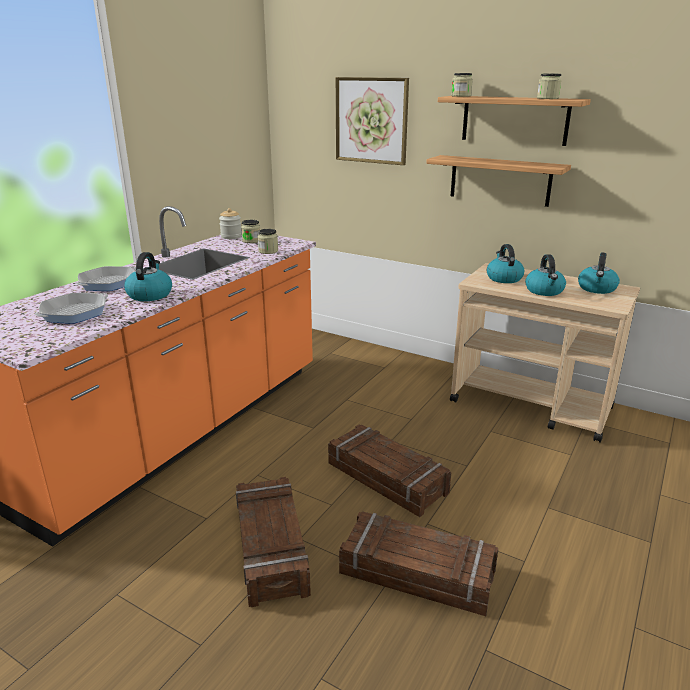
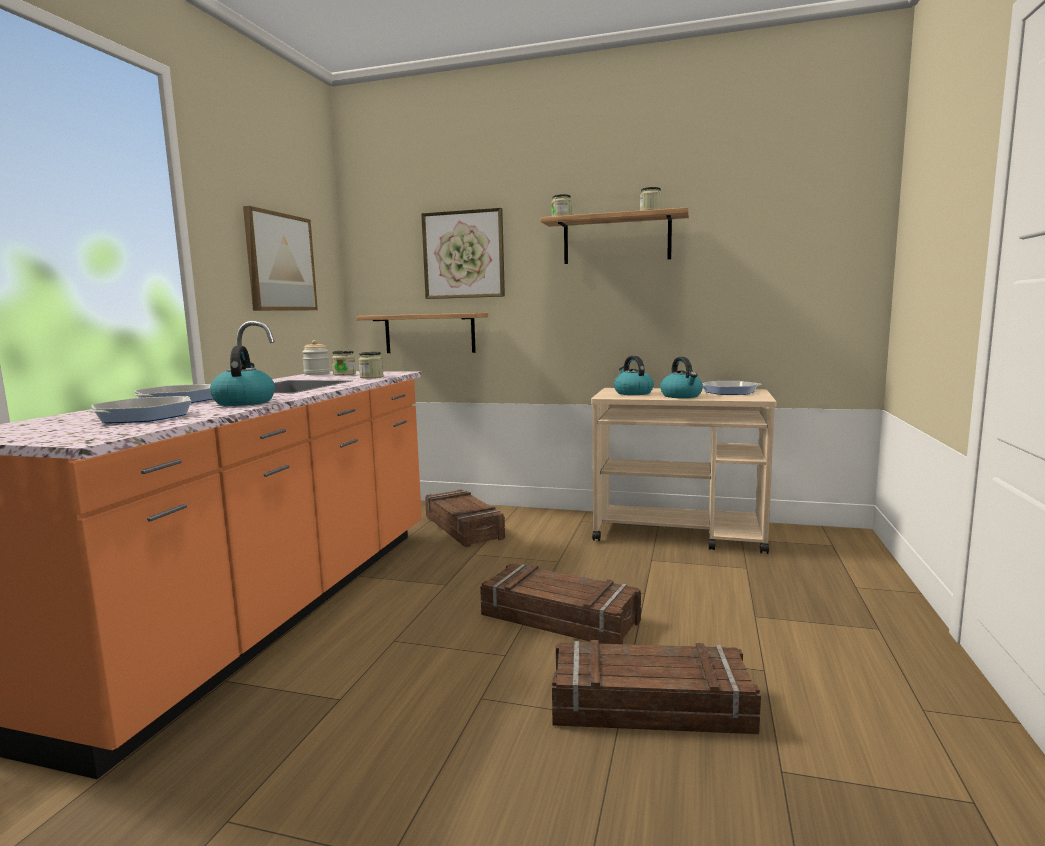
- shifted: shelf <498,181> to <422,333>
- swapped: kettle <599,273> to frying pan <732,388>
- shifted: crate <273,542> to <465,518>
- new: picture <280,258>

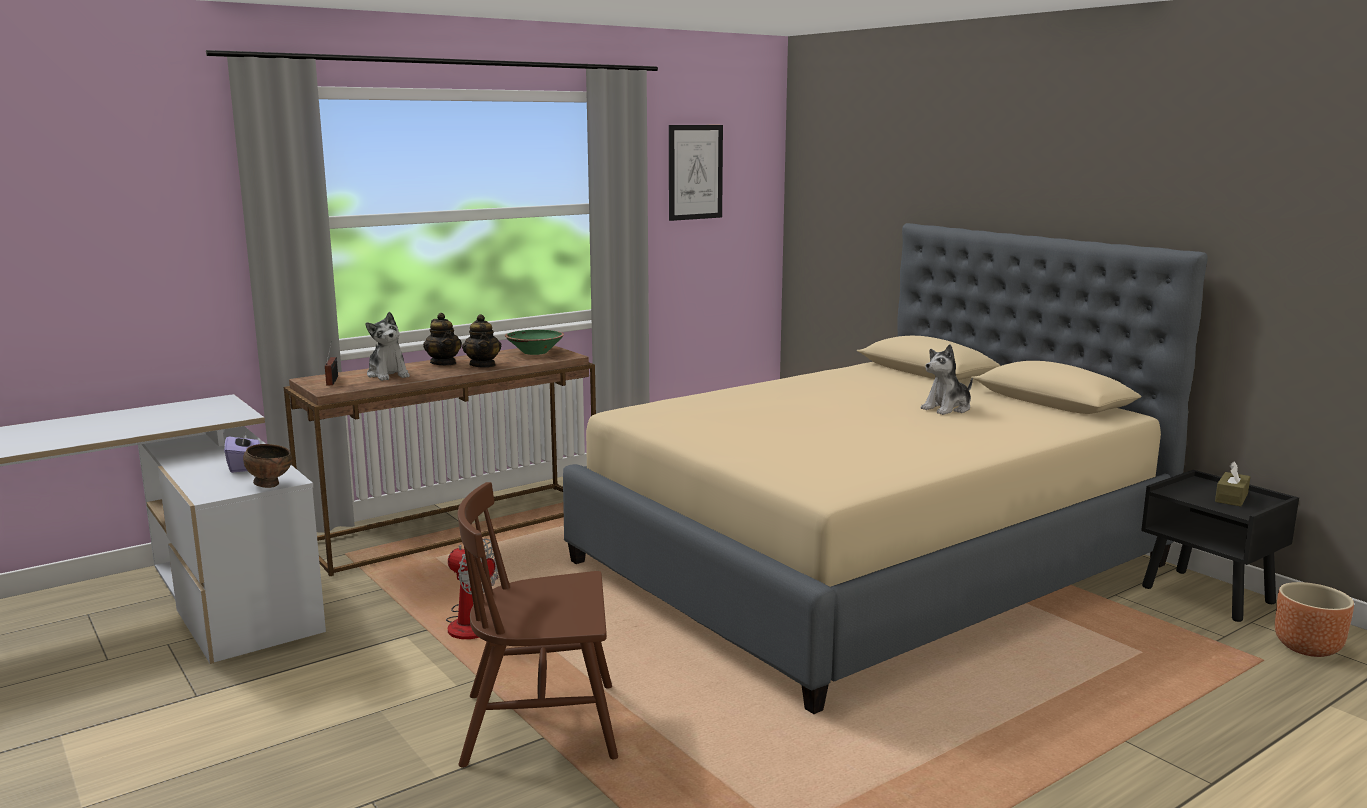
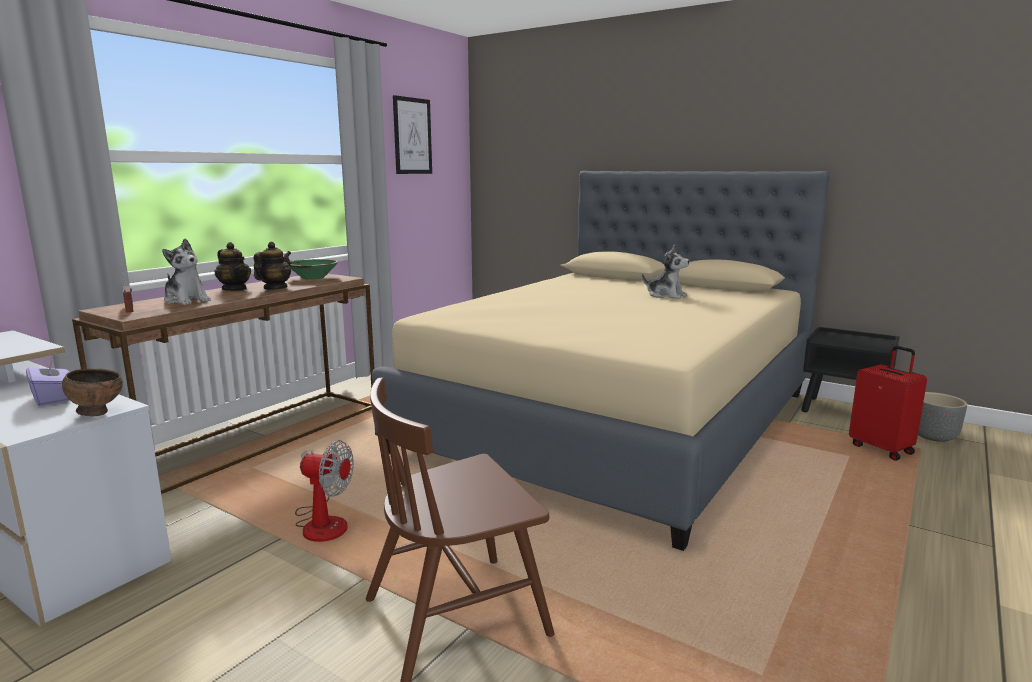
- rotated: teapot <482,341> = <272,266> 120 degrees counterclockwise
- rotated: plush toy <947,379> = <666,272> 90 degrees counterclockwise
- gone: brown tissue box <1232,483>
- repainted: brown planter <1314,619> to grey planter <942,417>
- new: red suitcase <888,403>

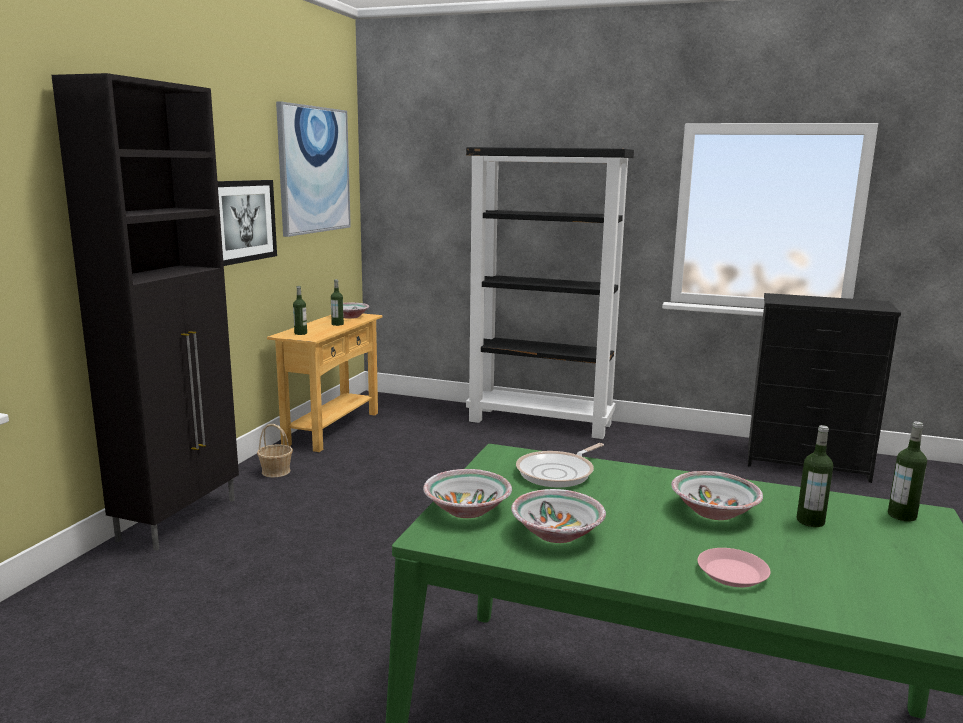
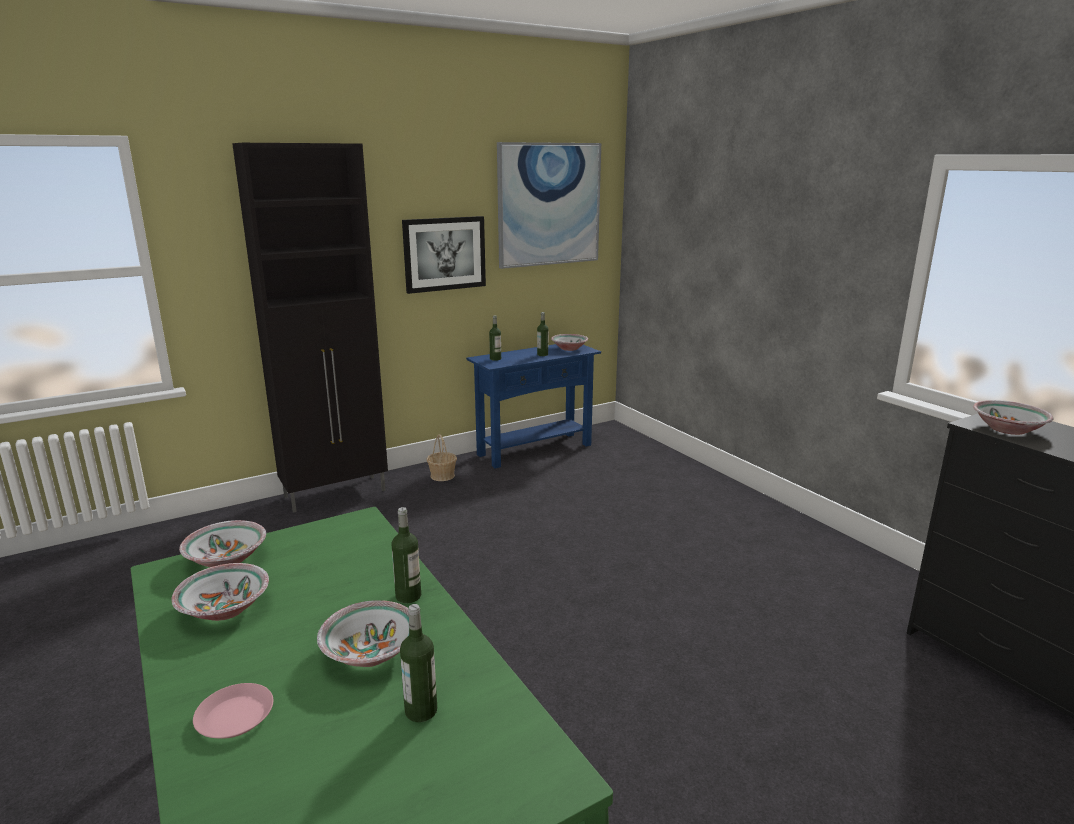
- gone: black bookcase <550,293>
- repainted: beige console table <325,383> to blue console table <533,406>
- shifted: bottle <907,472> to <406,555>
- gone: frying pan <560,465>
- new: bowl <1013,417>

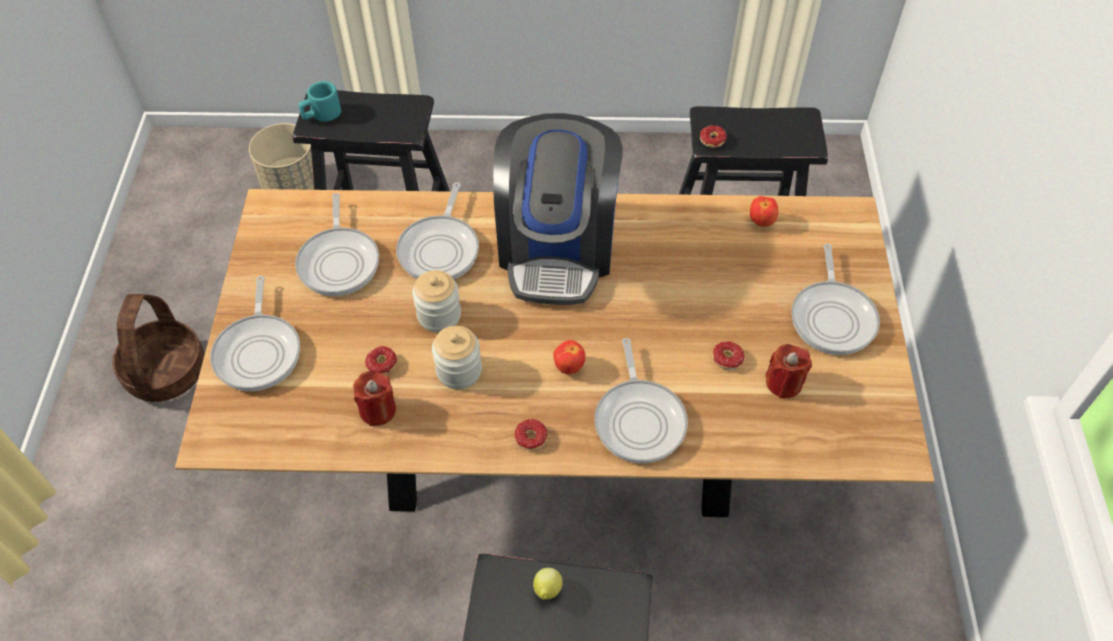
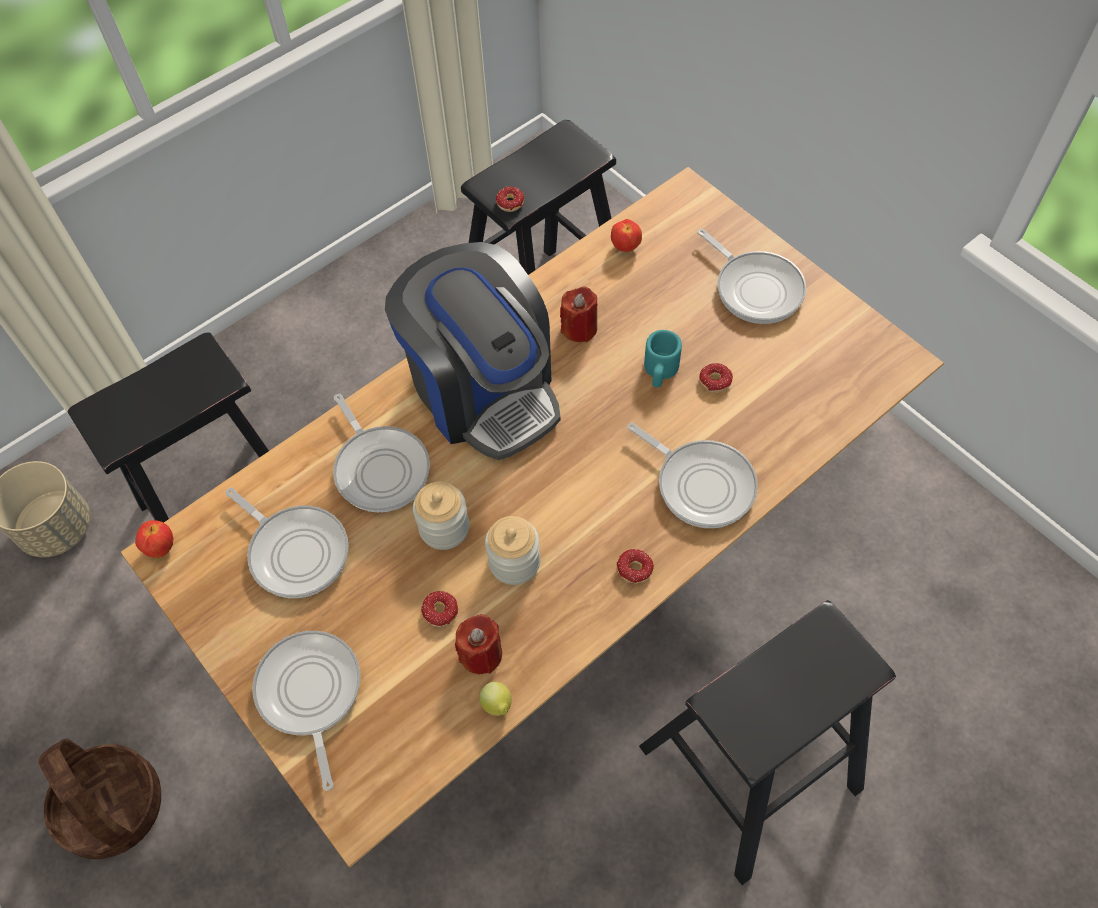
- shifted: turquoise mug <320,101> to <663,358>
- rotated: frying pan <255,333> = <306,711> 150 degrees counterclockwise
- shifted: apple <569,357> to <154,539>
- shifted: red candle <788,371> to <579,314>
- shifted: lemon <548,584> to <495,699>

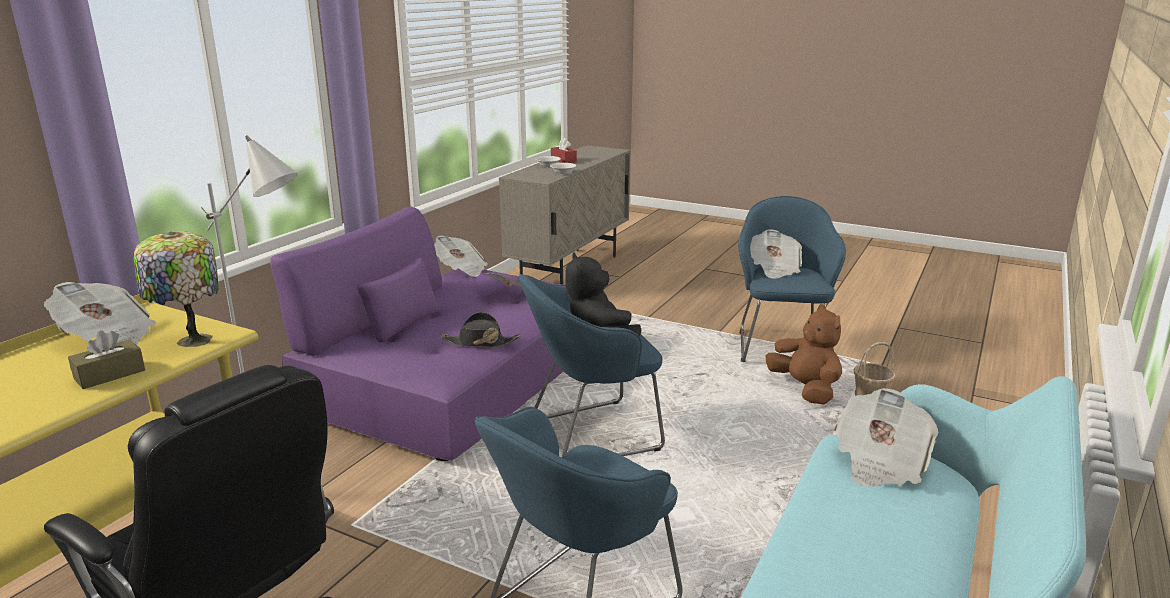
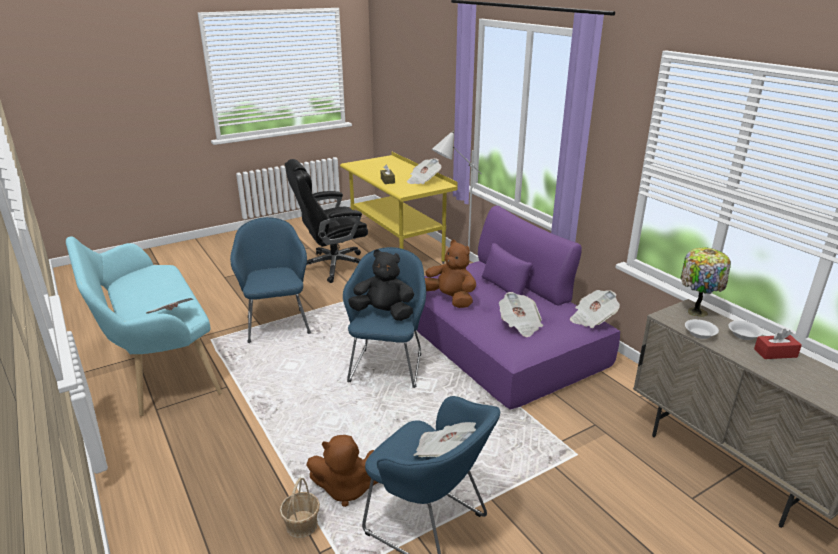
- shifted: table lamp <176,289> to <706,282>
- swapped: black hat <480,329> to brown plush toy <450,274>

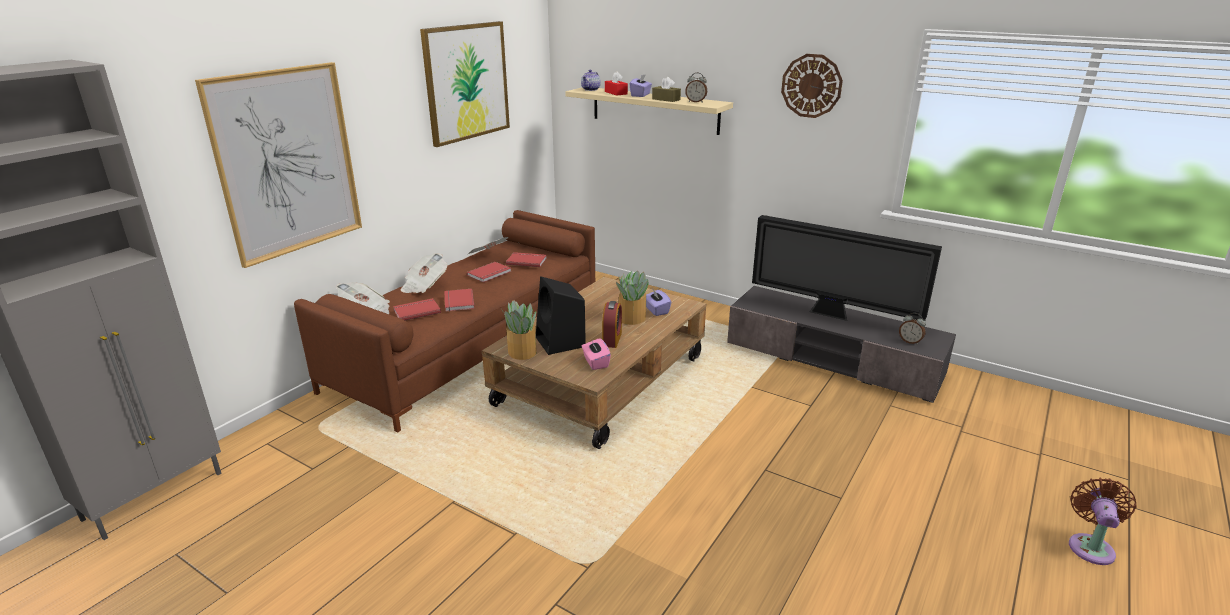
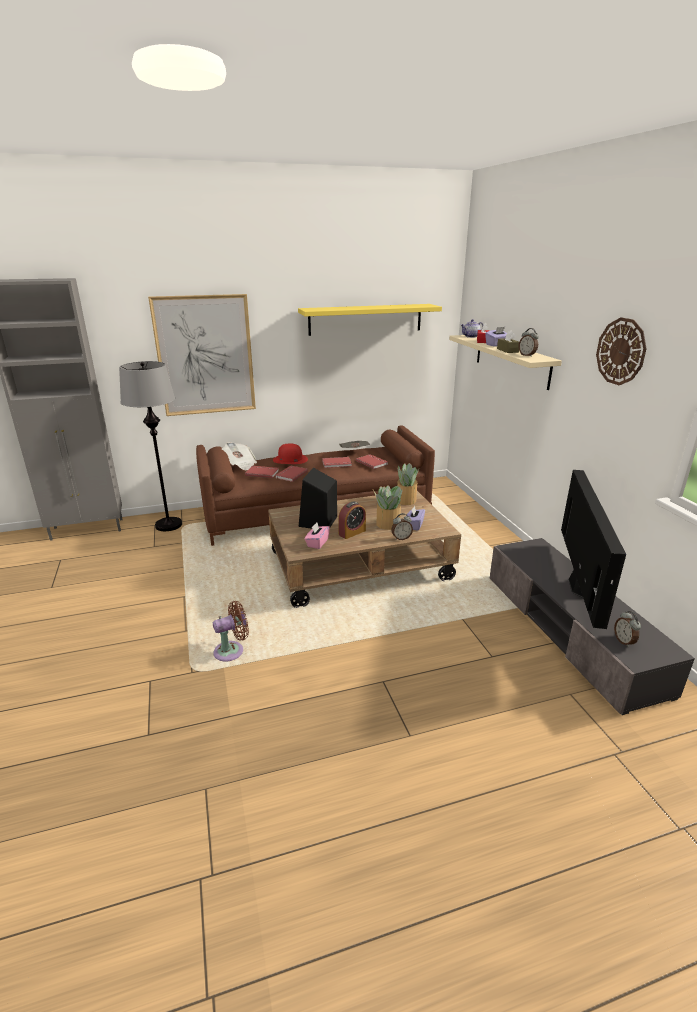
- swapped: picture <465,84> to yellow shelf <370,320>
- rotated: television <847,268> = <593,549> 150 degrees counterclockwise
- swapped: newspaper <424,273> to red hat <290,453>
- shifted: potted plant <519,330> to <408,484>
- shifted: brown fan <1103,521> to <231,631>
- new: grey floor lamp <150,446>
- new: alarm clock <402,526>

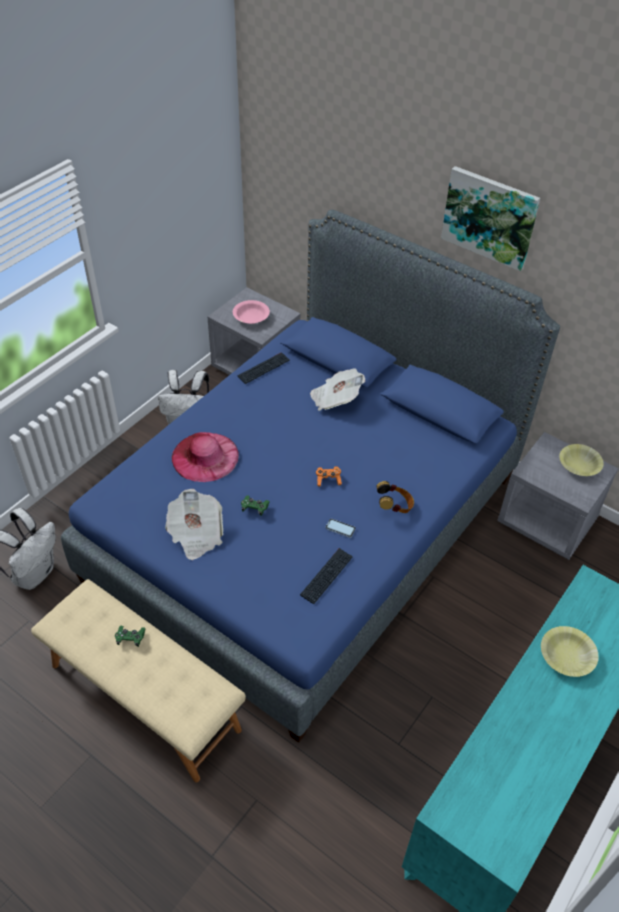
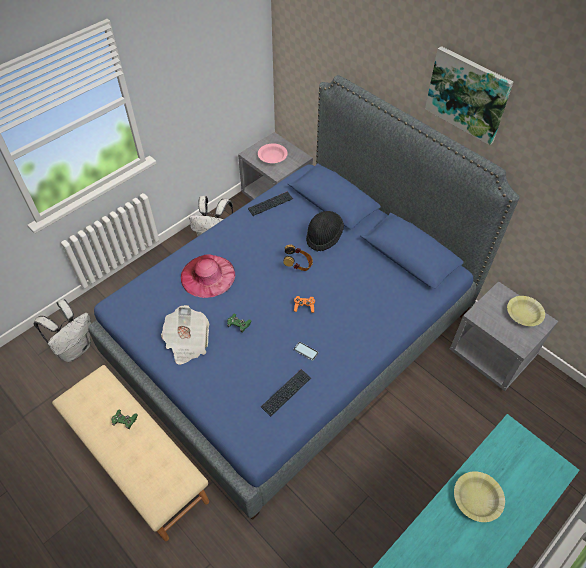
- swapped: newspaper <337,389> to black hat <325,231>
- shifted: headphones <395,497> to <298,257>

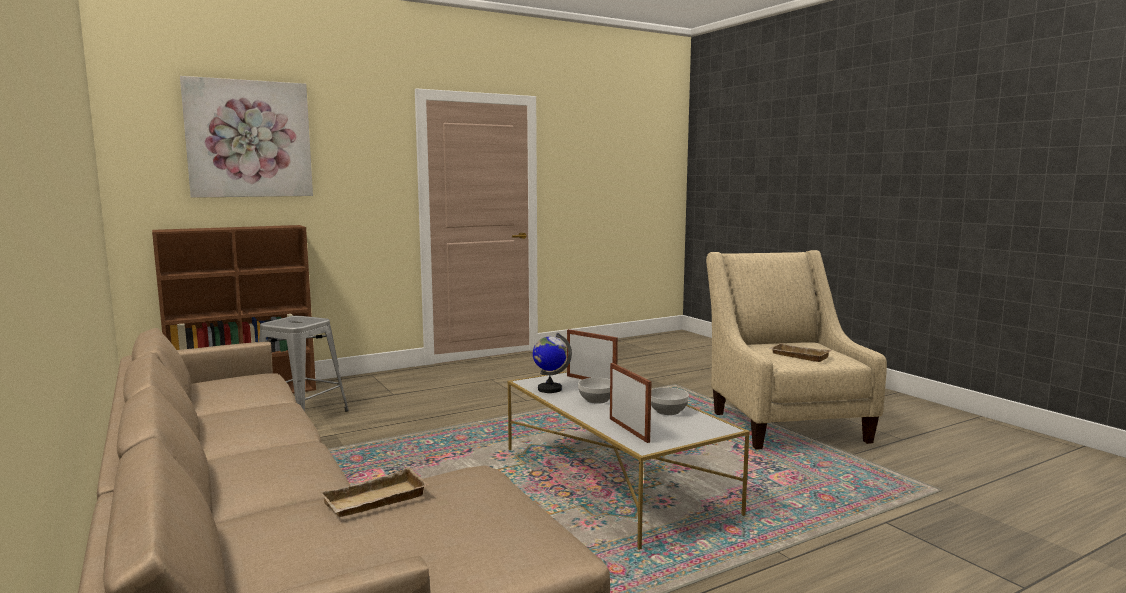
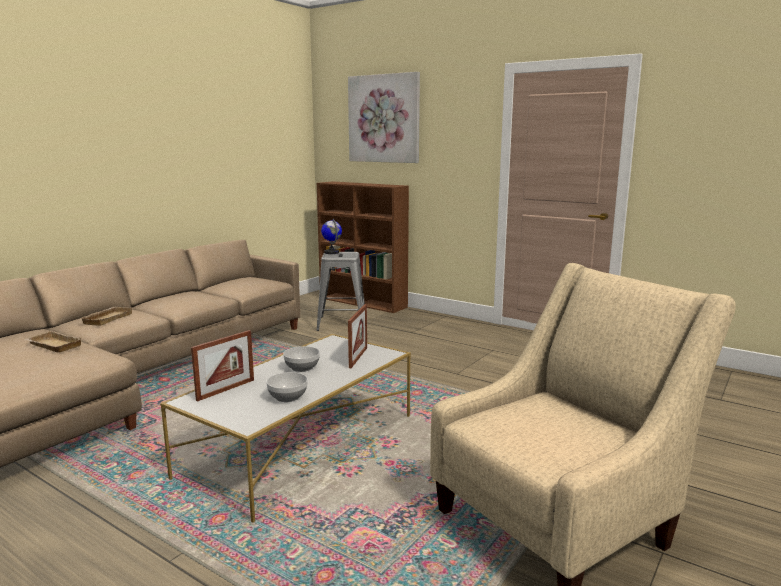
- shifted: globe <552,363> to <331,236>
- shifted: beige tray <800,352> to <106,316>

